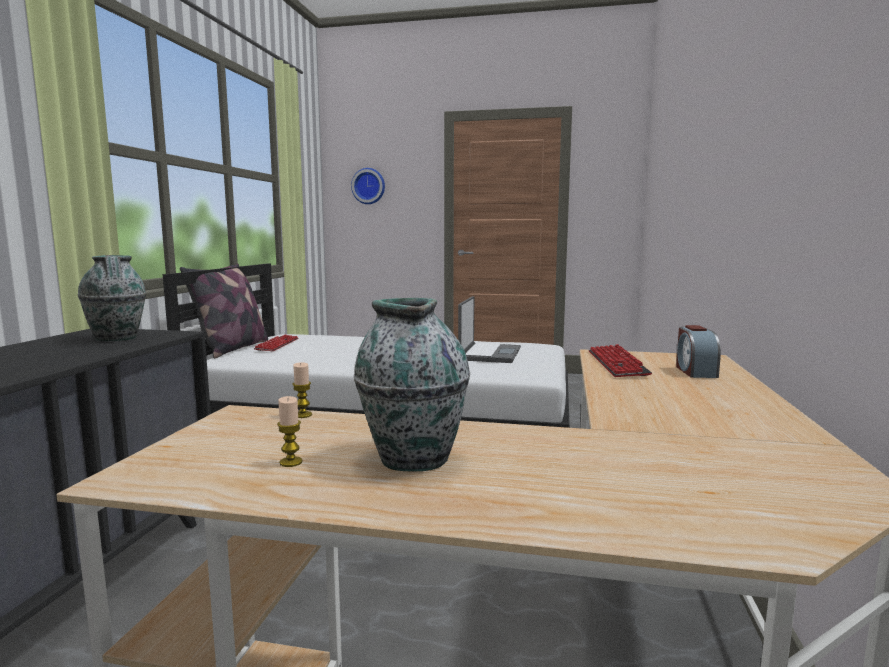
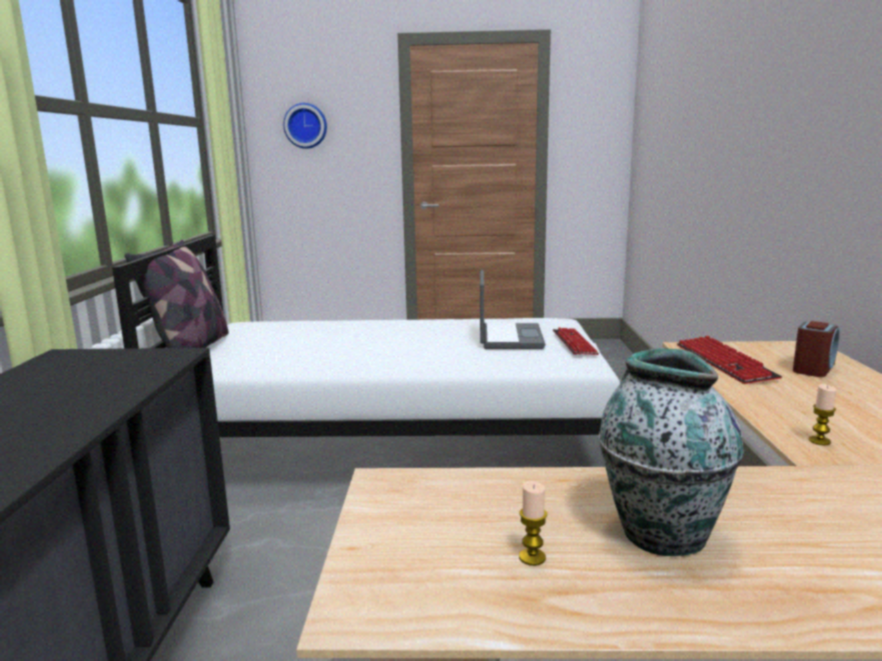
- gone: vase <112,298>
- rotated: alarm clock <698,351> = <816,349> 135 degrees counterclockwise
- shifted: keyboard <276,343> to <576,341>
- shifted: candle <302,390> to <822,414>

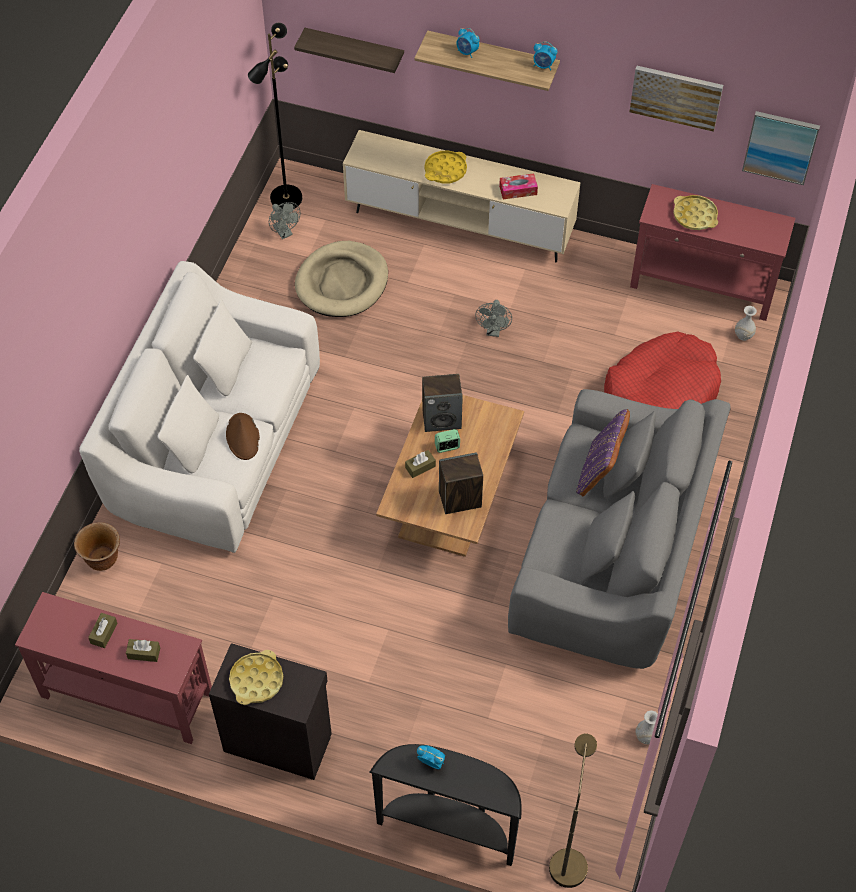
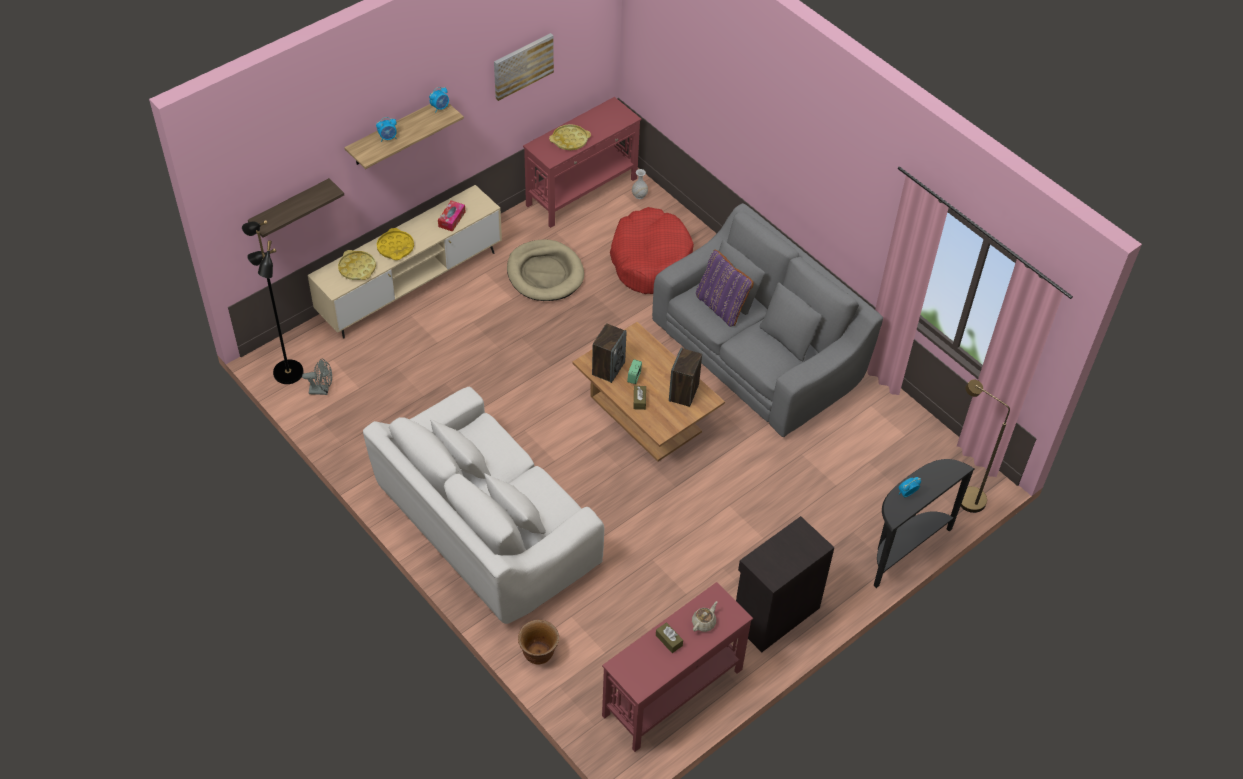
- gone: picture <781,148>
- shifted: beige dog bed <341,279> to <545,270>
- gone: grey fan <493,318>
- gone: brown hat <243,436>
- swapped: brown tissue box <143,650> to beige teapot <704,616>
- shifted: yellow tray <256,677> to <357,265>
- gone: white vase <647,727>

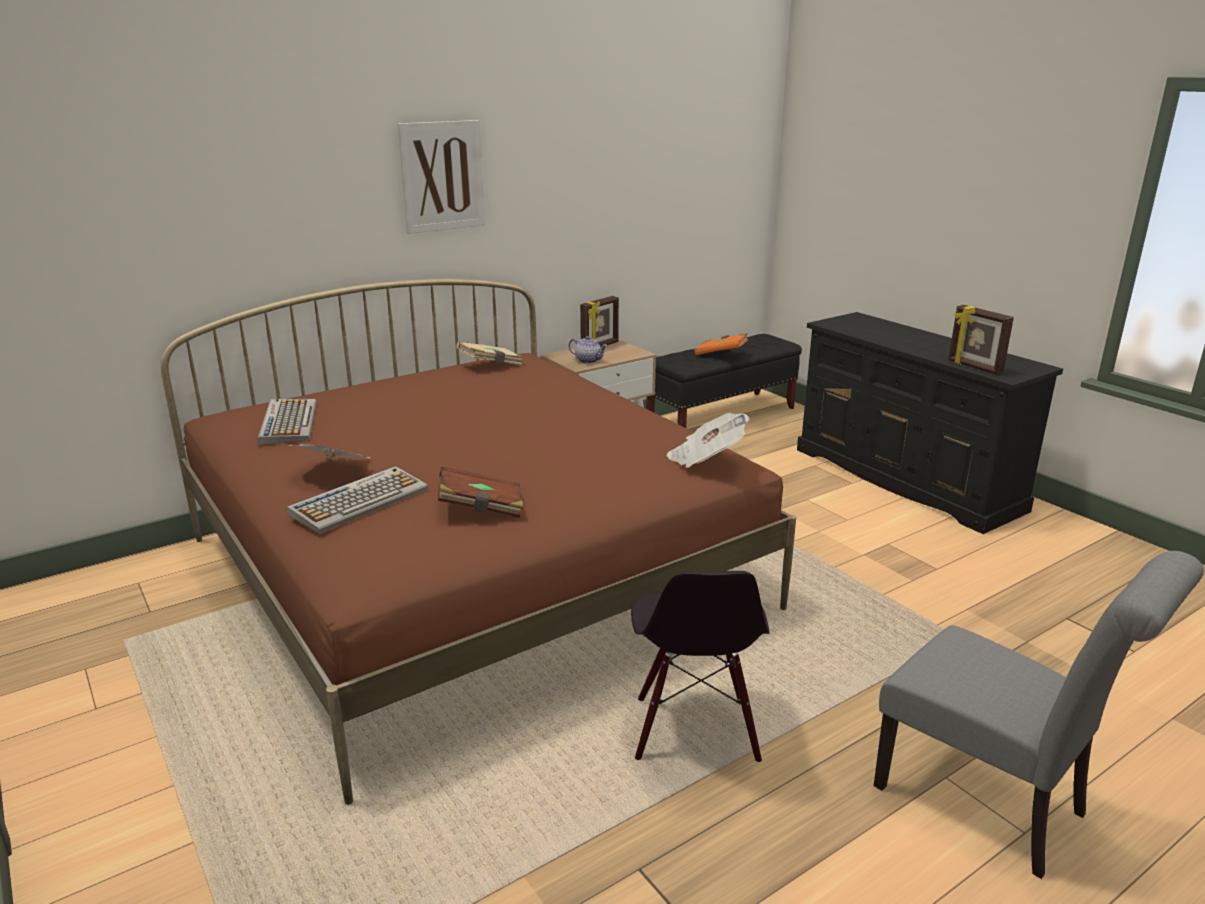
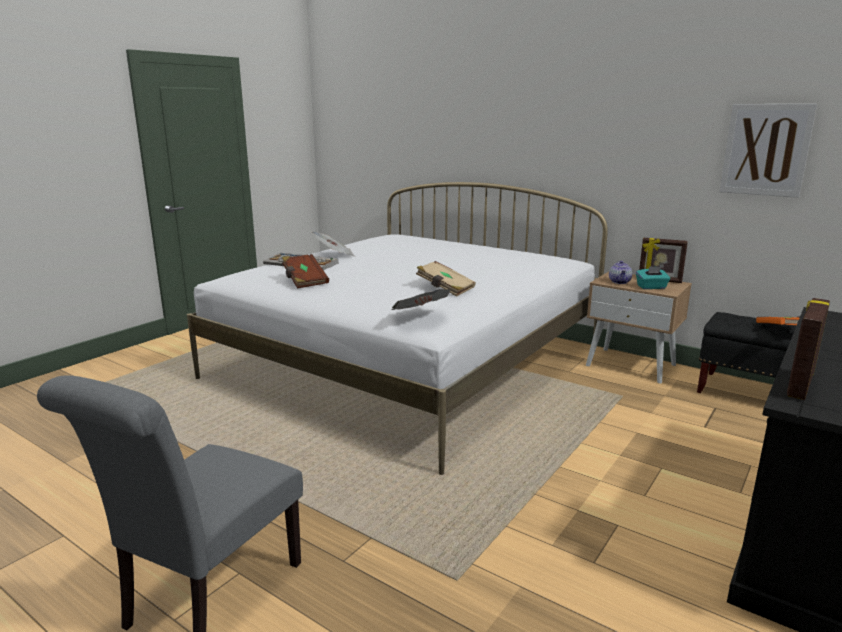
- shifted: picture <441,177> to <768,151>
- repainted: brown bed <478,542> to white bed <397,328>
- shifted: beige book <490,353> to <446,279>
- gone: keyboard <287,422>
- gone: black chair <700,667>
- new: turquoise tissue box <653,277>

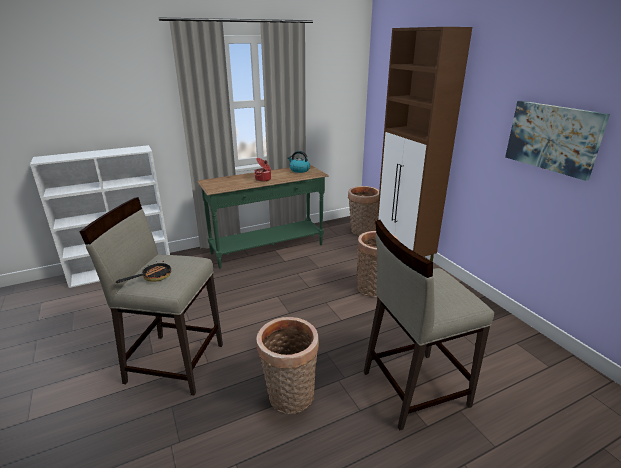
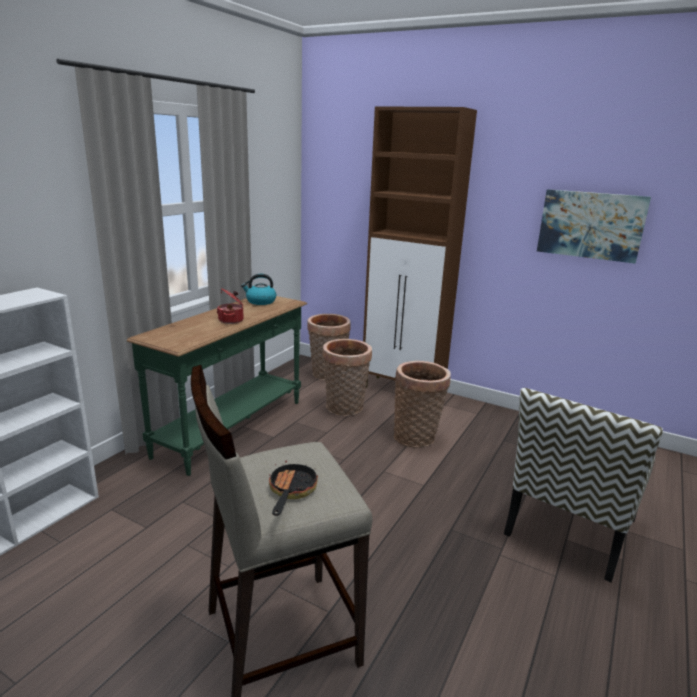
- swapped: beige stool <429,325> to chair <583,485>
- shifted: basket <287,365> to <347,377>

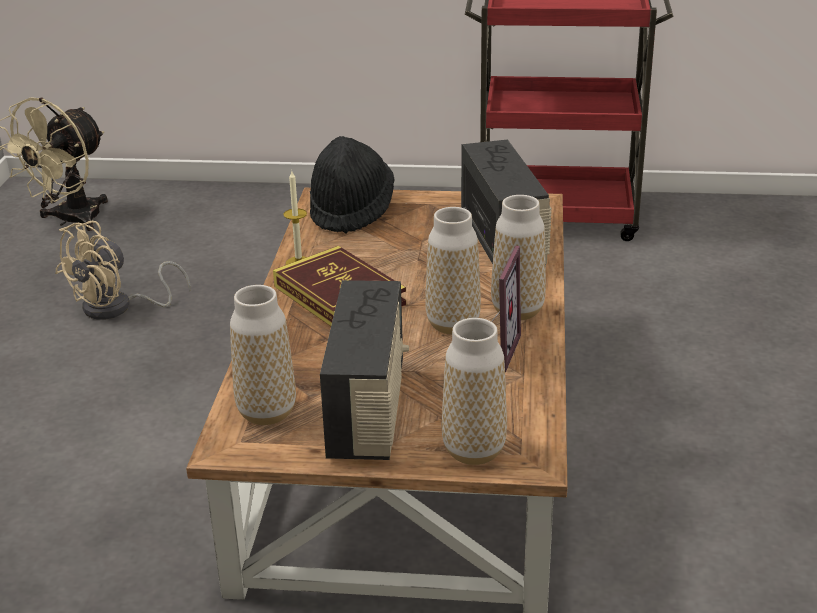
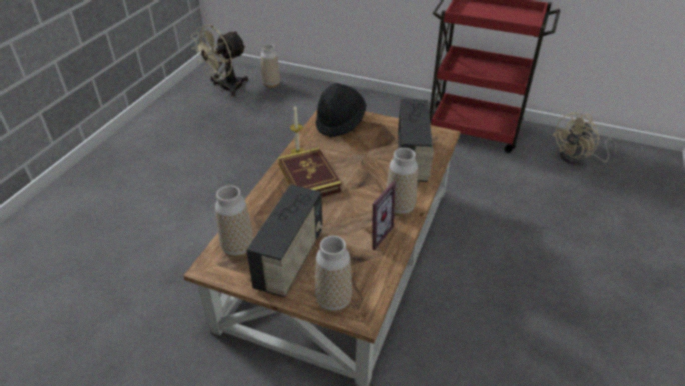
- shifted: vase <453,270> to <270,66>
- shifted: beige fan <123,270> to <584,138>

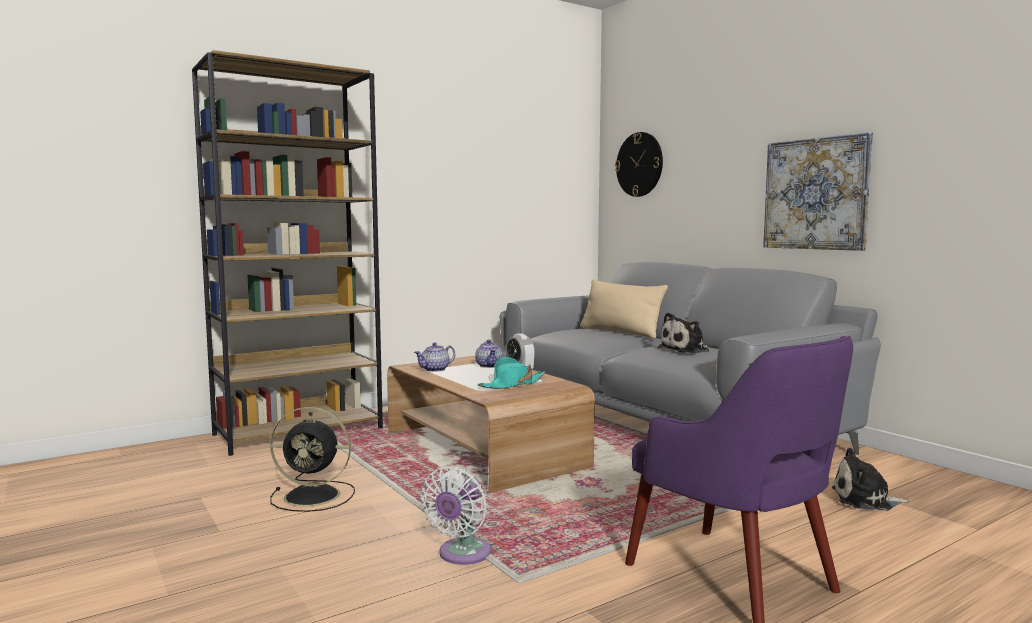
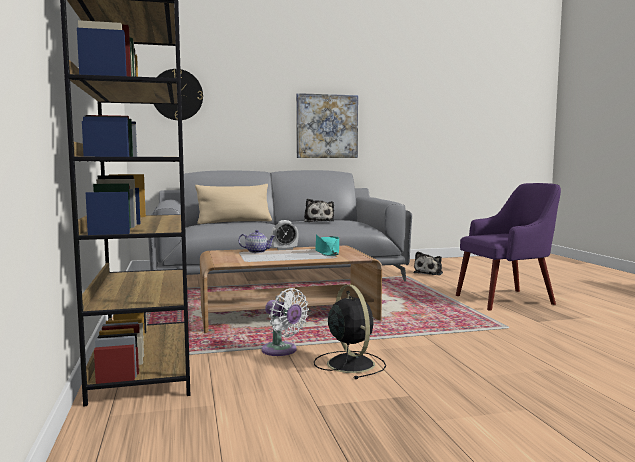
- gone: teapot <434,357>
- rotated: black fan <312,459> = <350,332> 45 degrees counterclockwise
- shifted: white fan <456,515> to <285,322>

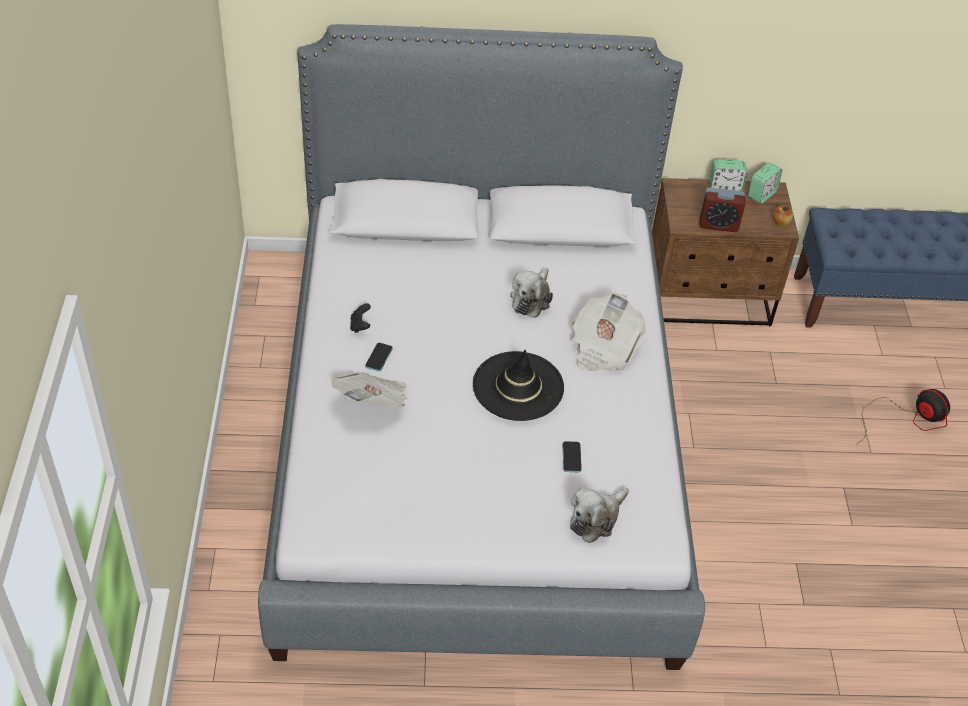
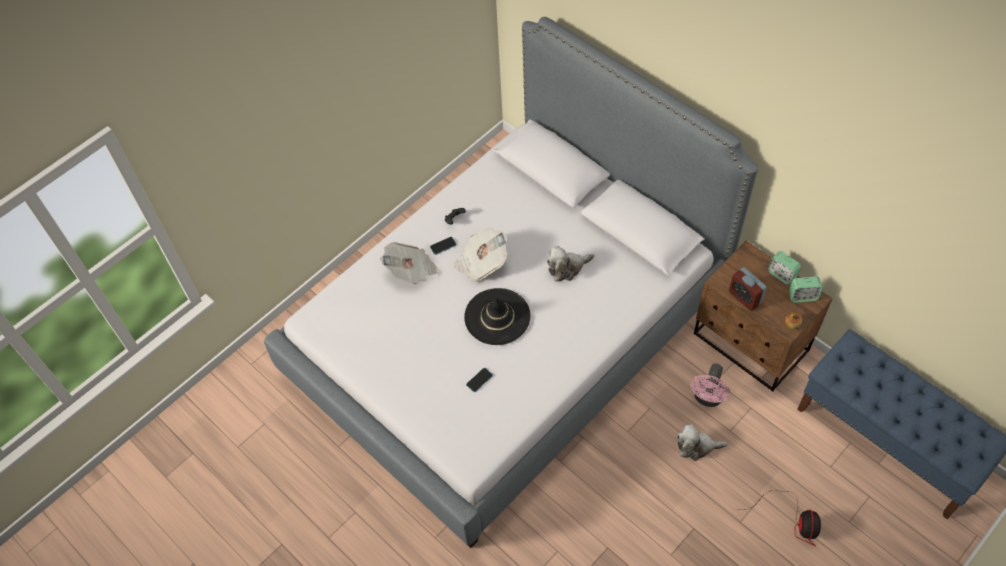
- shifted: newspaper <609,332> to <481,254>
- shifted: plush toy <599,515> to <702,443>
- new: pink fan <710,385>

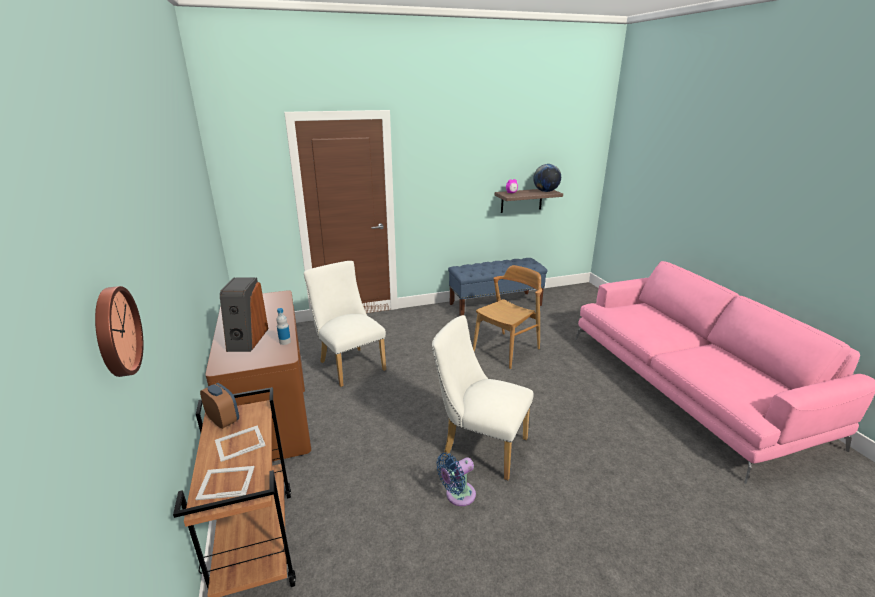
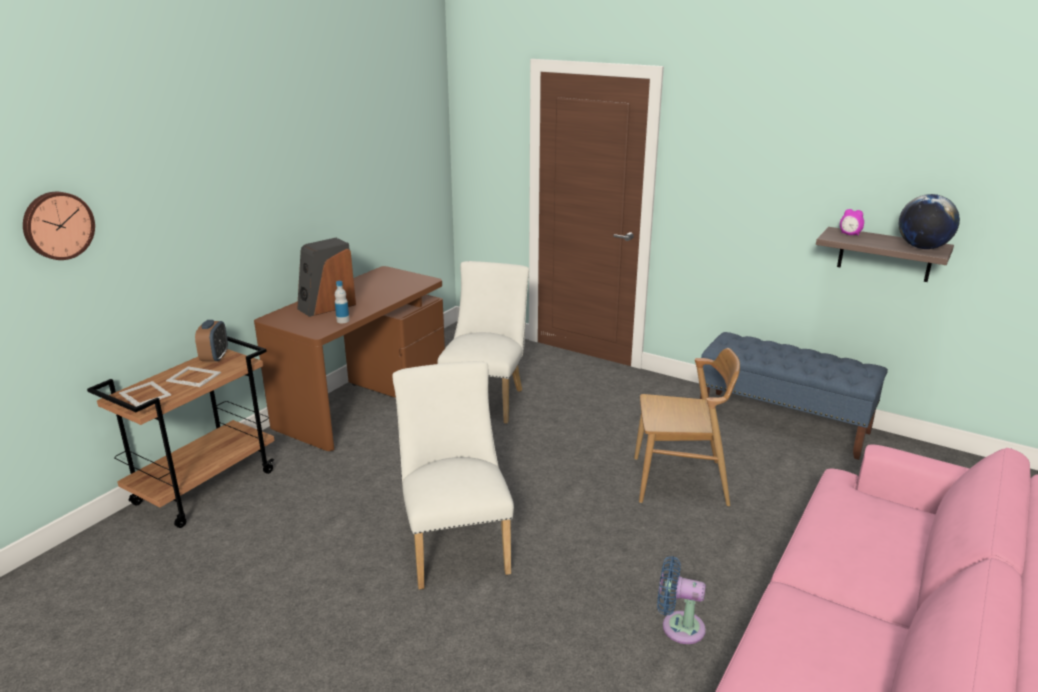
- shifted: blue fan <456,479> to <681,600>

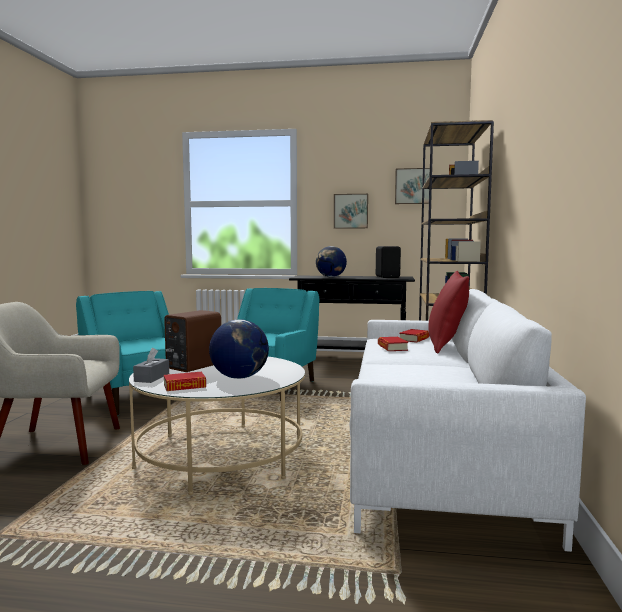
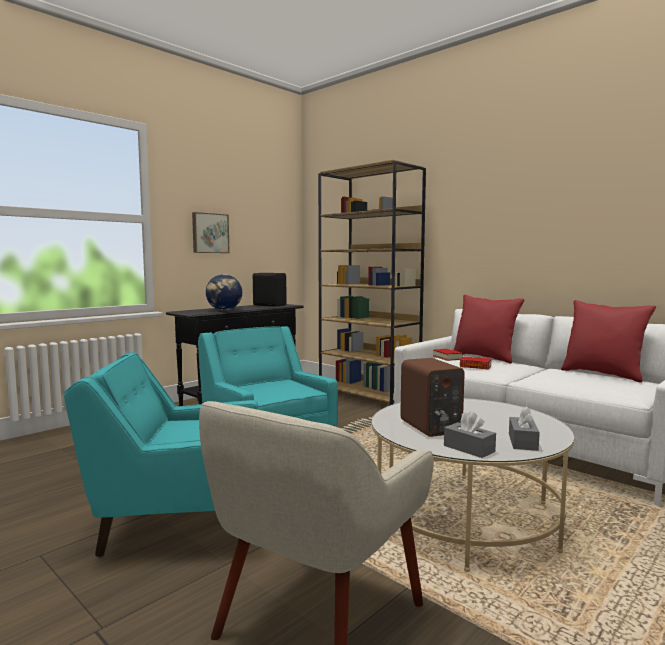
- gone: picture <412,186>
- gone: globe <239,349>
- swapped: book <185,381> to grey tissue box <524,428>
- new: red pillow <608,341>

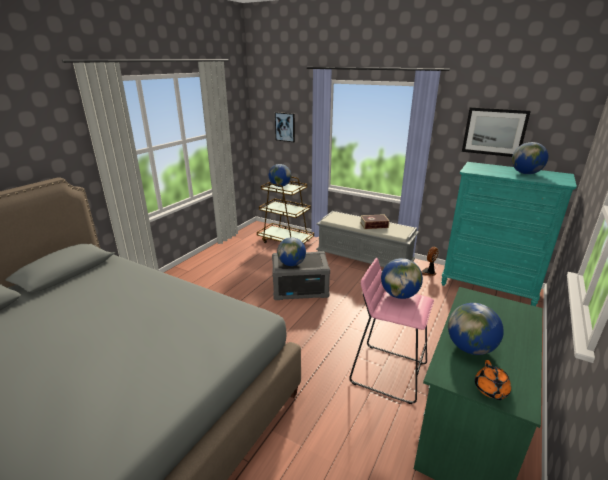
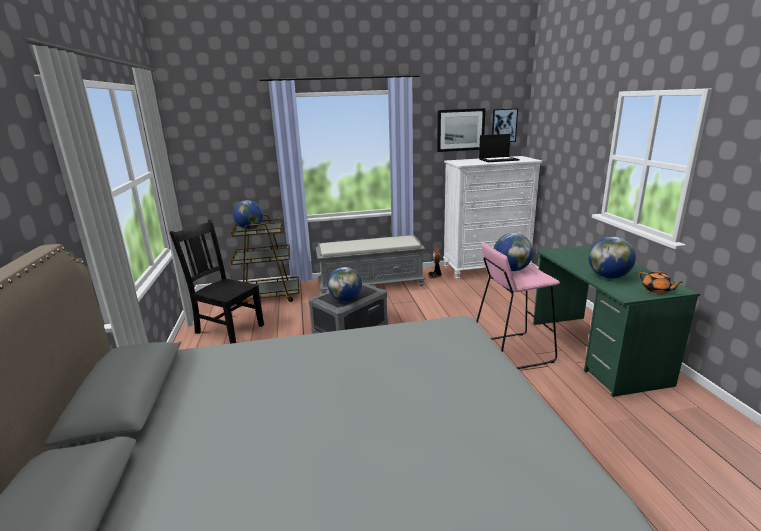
- shifted: picture <285,127> to <505,125>
- swapped: globe <530,158> to laptop <499,148>
- repainted: turquoise dresser <509,234> to white dresser <492,218>
- gone: book <375,221>
- new: black chair <217,281>

